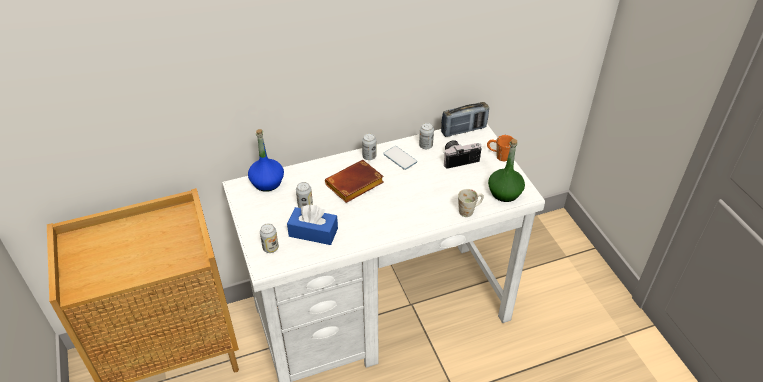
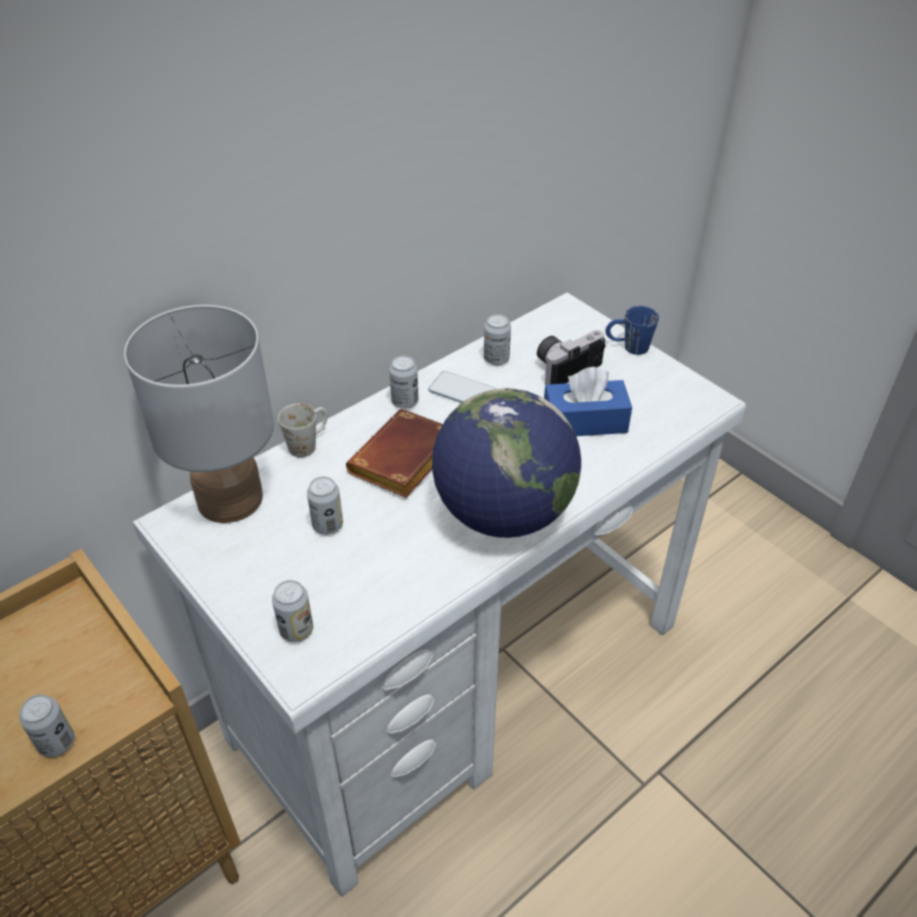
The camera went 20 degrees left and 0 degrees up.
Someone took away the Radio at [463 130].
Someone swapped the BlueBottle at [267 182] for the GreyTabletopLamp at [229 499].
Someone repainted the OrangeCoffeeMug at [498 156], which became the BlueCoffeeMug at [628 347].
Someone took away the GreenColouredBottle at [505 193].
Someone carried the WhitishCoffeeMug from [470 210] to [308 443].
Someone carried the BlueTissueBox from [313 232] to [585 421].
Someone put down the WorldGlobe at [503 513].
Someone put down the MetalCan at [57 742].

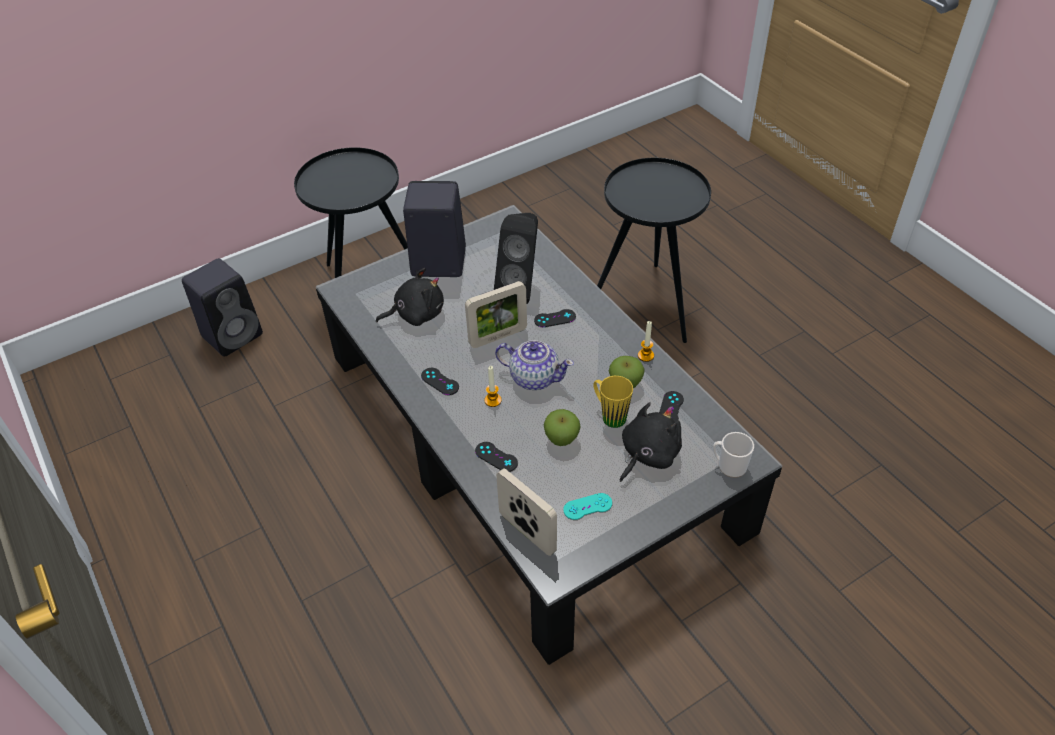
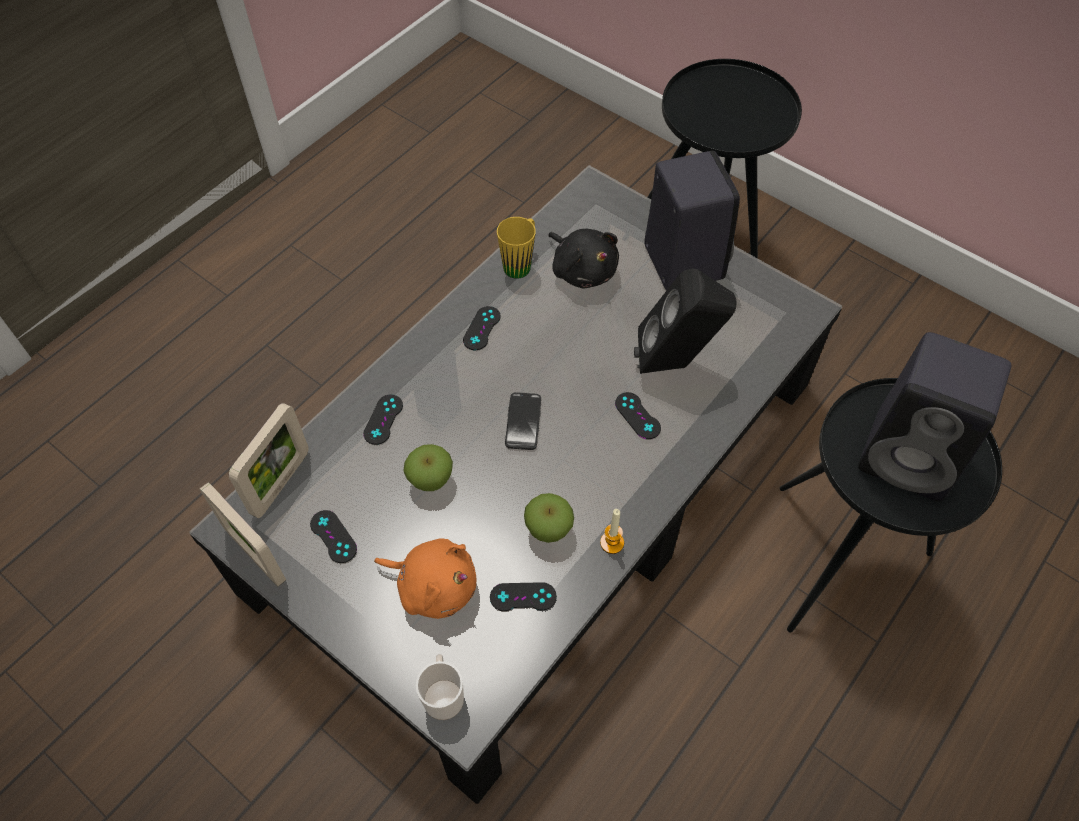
The camera went 70 degrees right and 10 degrees up.
Someone carried the BlackAudioSpeaker from [234 334] to [912 457].
Someone carried the StandingFrame from [498 337] to [255 555].
Someone swapped the PotForTea at [534 377] for the Telephone at [523 422].
Someone took away the WaxCandle at [493 400].
Someone carried the YellowColouredCoffeeMug from [609 415] to [520 263].
Someone repainted the BlackSoftToy at [647 454], which became the OrangeSoftToy at [433 586].
Someone repainted the TurquoiseColouredGamepad at [587 506], which became the BlackGamepad at [333 536].

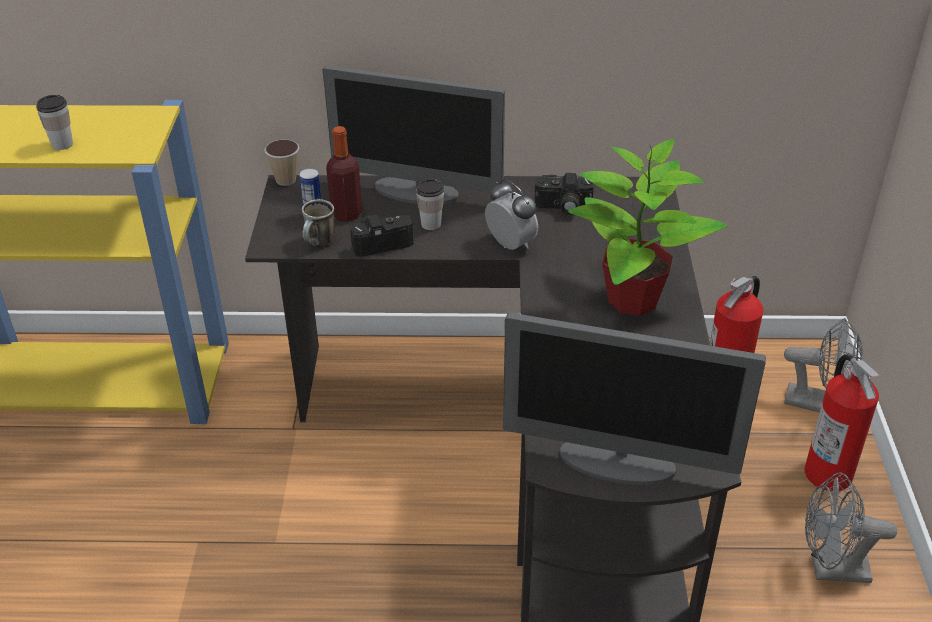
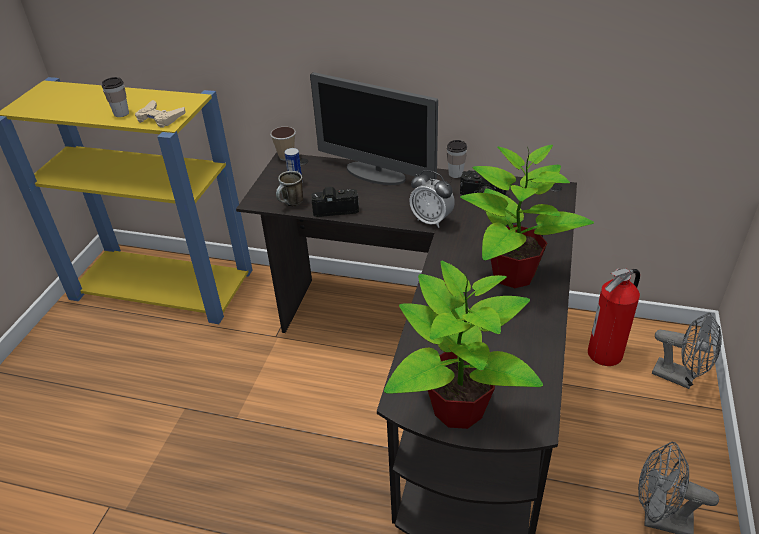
The camera went 15 degrees right and 0 degrees up.
Someone took away the Bottle at [346 214].
Someone carried the DrinkingCup from [431 224] to [455 174].
Someone rotated the BedsideClock at [510 244] by 150 degrees clockwise.
Someone swapped the ComputerDisplay at [618 462] for the Houseplant at [456 408].
Someone took away the FireExtinguisher at [828 473].
Someone put down the SandColouredGamepad at [160 118].

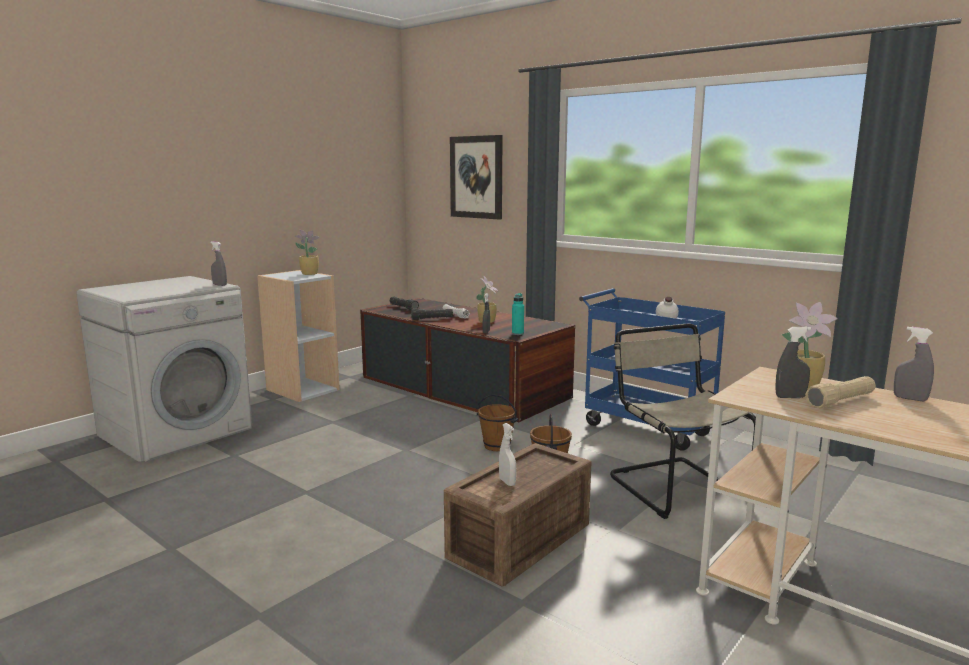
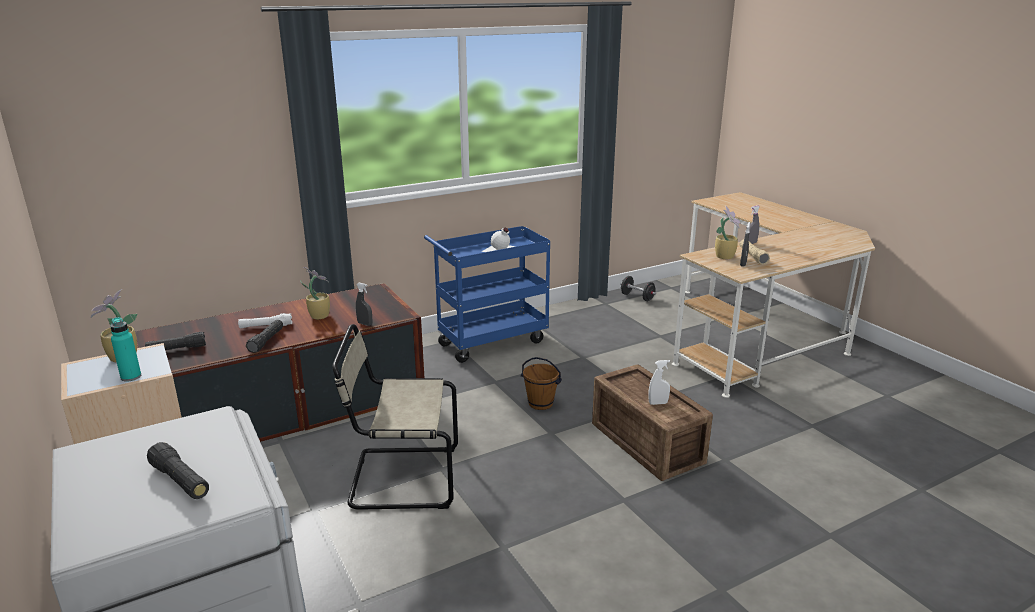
The camera went 70 degrees left and 10 degrees up.
Someone took away the Picture at [476 177].
Someone took away the GreySprayBottle at [219 285].
Someone carried the TurquoiseColouredBottle from [517 333] to [131 377].
Someone carried the SandColouredUprightChair from [673 486] to [400 478].
Someone took away the BrownBucket at [497 446].
Someone put down the BlackDumbbell at [637 297].
Someone put down the BlackTorch at [180 481].

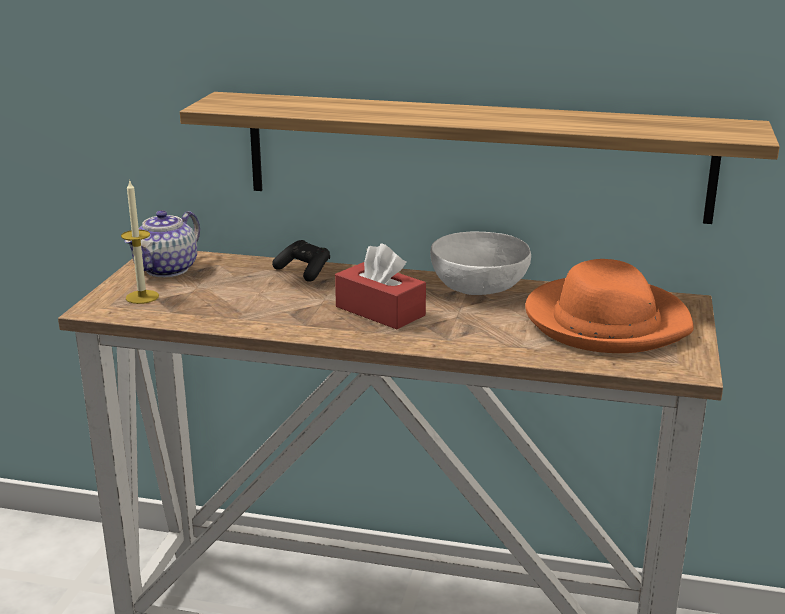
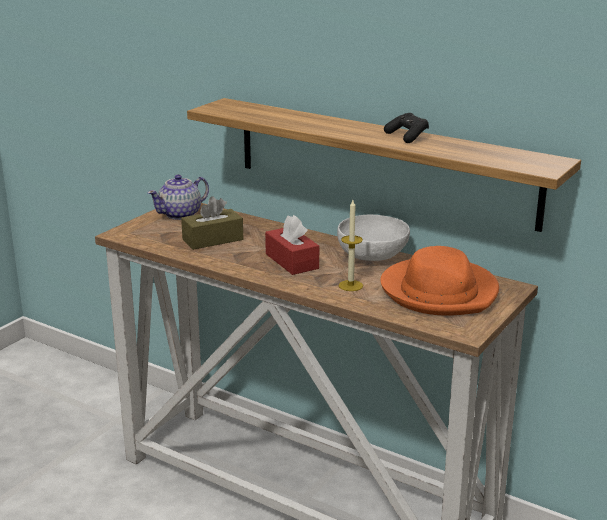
The camera went 20 degrees right and 0 degrees up.
Someone carried the WaxCandle from [142 297] to [350 285].
Someone carried the BlackGamepad from [304 271] to [407 136].
Someone put down the BrownTissueBox at [213 239].

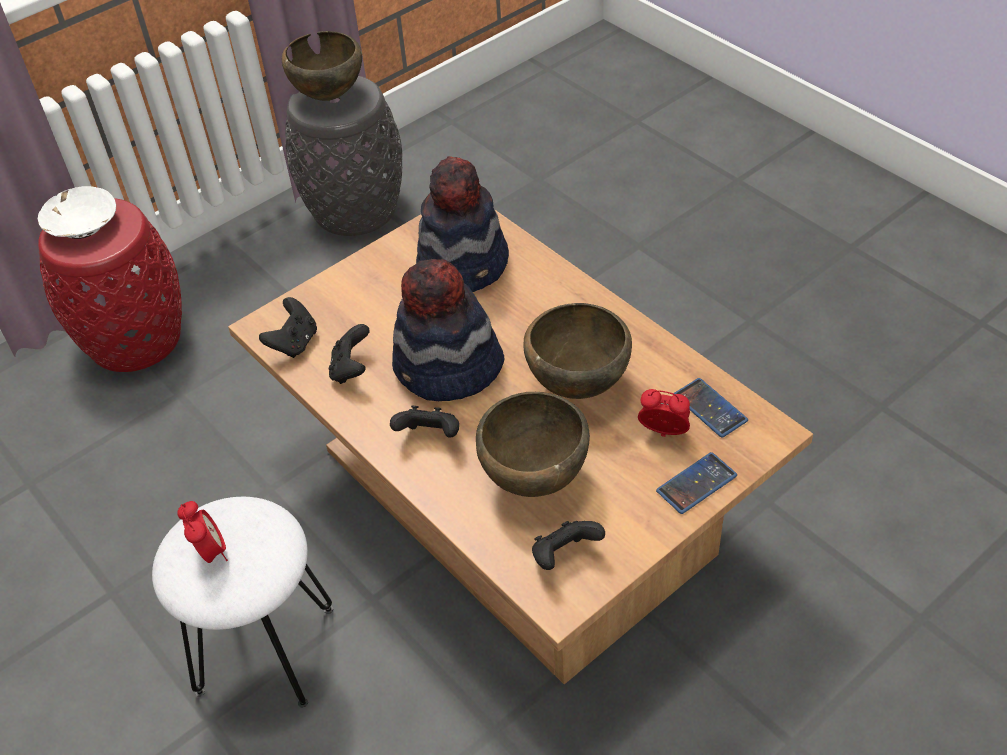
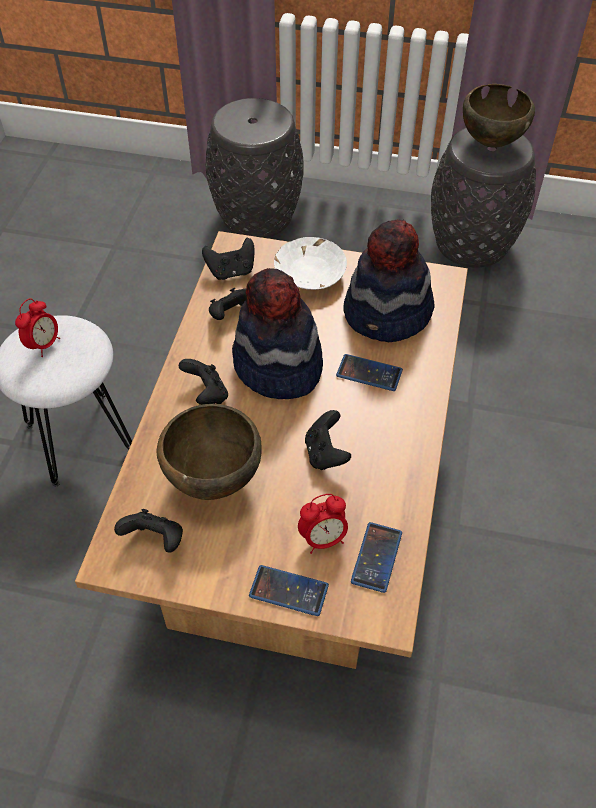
The camera went 50 degrees right and 5 degrees up.
Someone carried the WhitishBowl from [81 225] to [309 274].
Someone repainted the RedStoolSeat at [135 339], which became the GreyStoolSeat at [257 216].
Someone swapped the BrownBowl at [576 386] for the BlackGamepad at [325 453].
Someone rotated the BedsideClock at [663 434] by 90 degrees clockwise.
Someone put down the Telephone at [369 373].

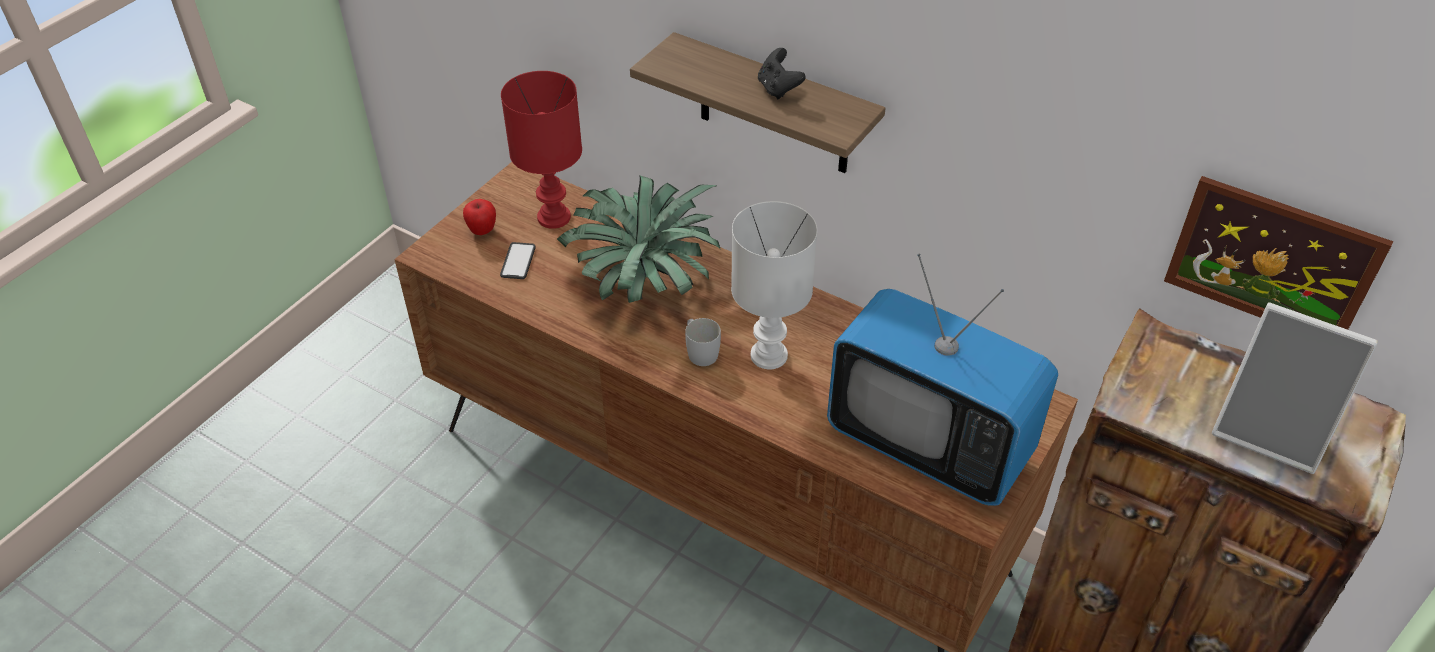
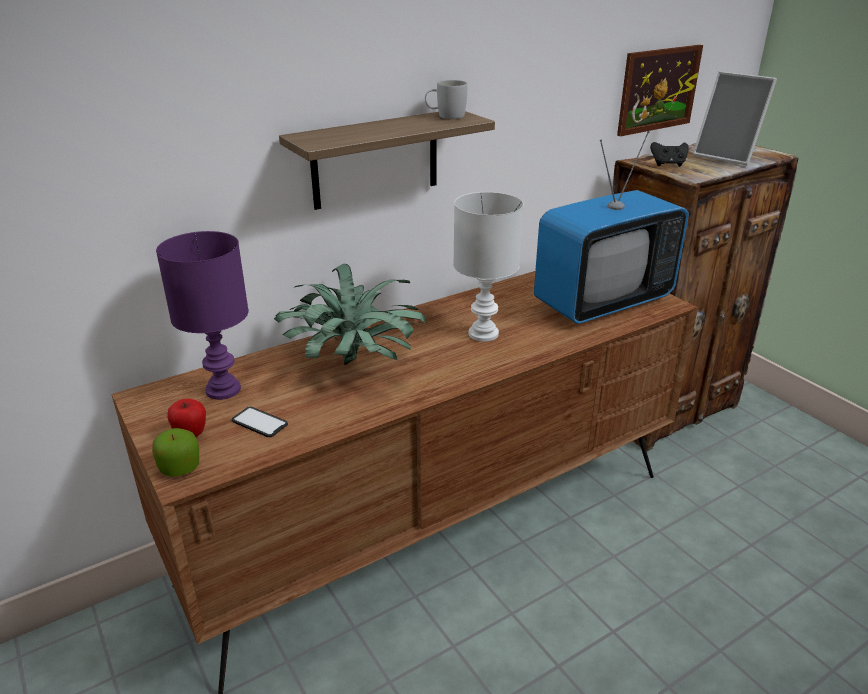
The camera went 65 degrees left and 15 degrees down.
Someone carried the BlackGamepad from [778 89] to [667 165].
Someone repainted the RedTabletopLamp at [553 216], which became the PurplishTabletopLamp at [222 390].
Someone rotated the StandingFrame at [1271 431] by 75 degrees clockwise.
Someone carried the WhitishCoffeeMug from [700 351] to [445 116].
Someone put down the AppleFruit at [180 467].

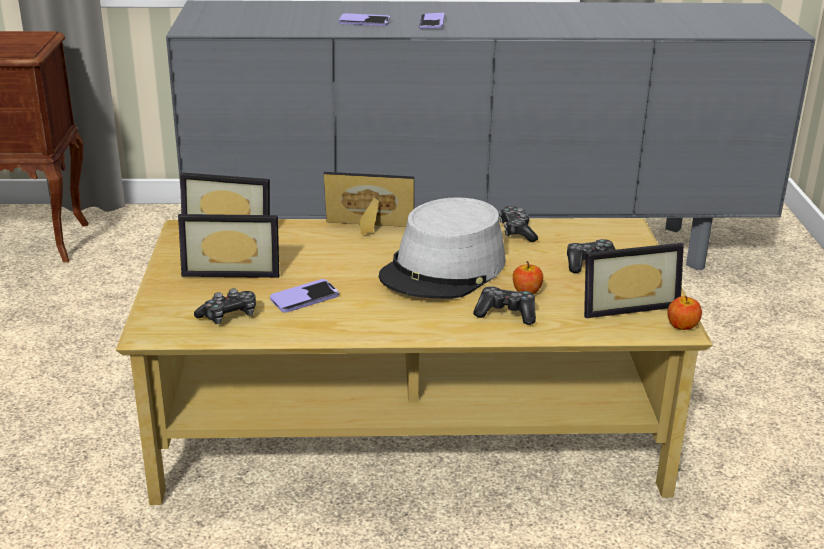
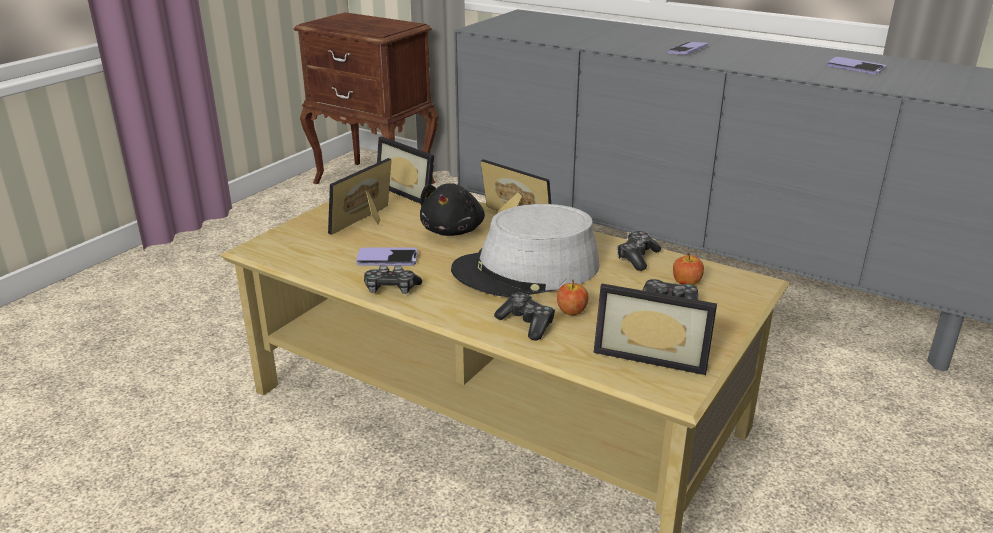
The camera went 35 degrees right and 0 degrees up.
Someone carried the Telephone from [364 22] to [855 67].
Someone rotated the StandingFrame at [232 269] by 90 degrees clockwise.
Someone carried the Gamepad from [229 316] to [391 289].
Someone carried the AppleFruit from [682 326] to [686 282].
Someone put down the BlackSoftToy at [453 230].

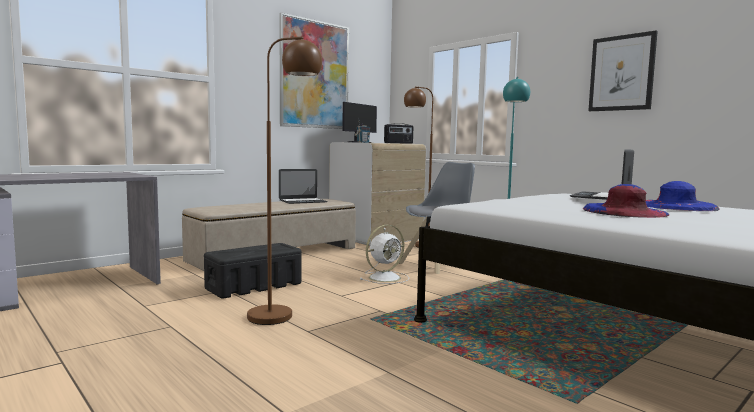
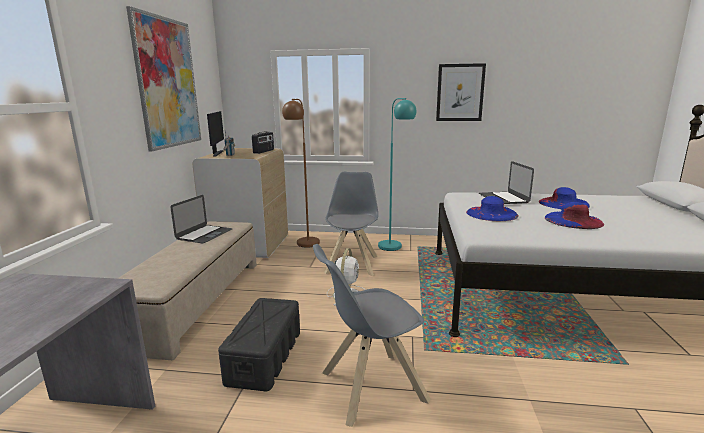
The camera went 40 degrees left and 10 degrees up.
Someone swapped the BrownFloorLamp at [282 319] for the GreyUprightChair at [370 387].
Someone put down the BlueClothingHat at [491 213].

